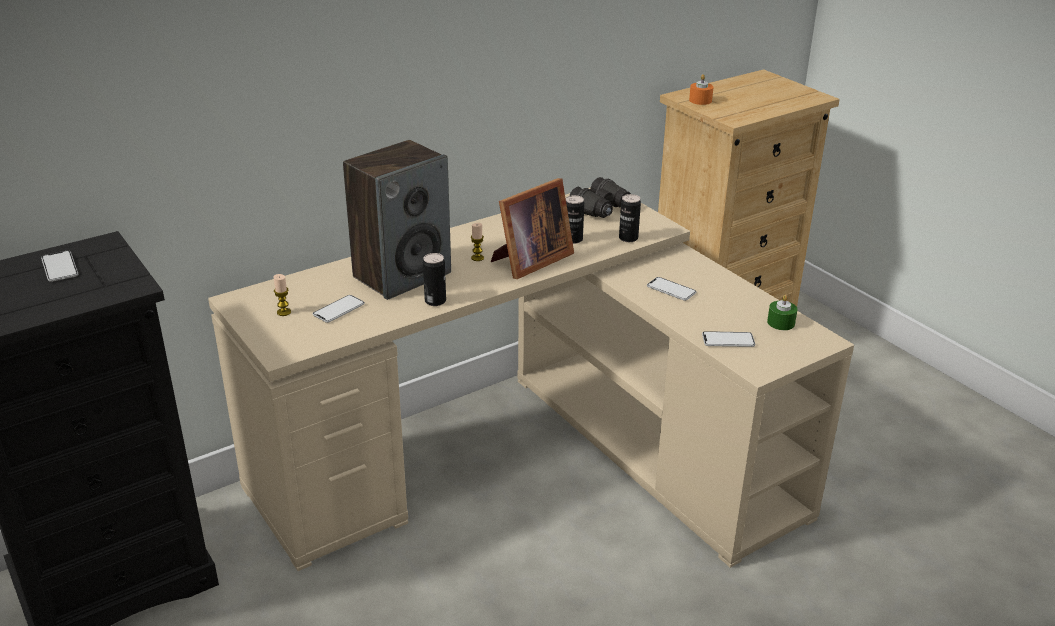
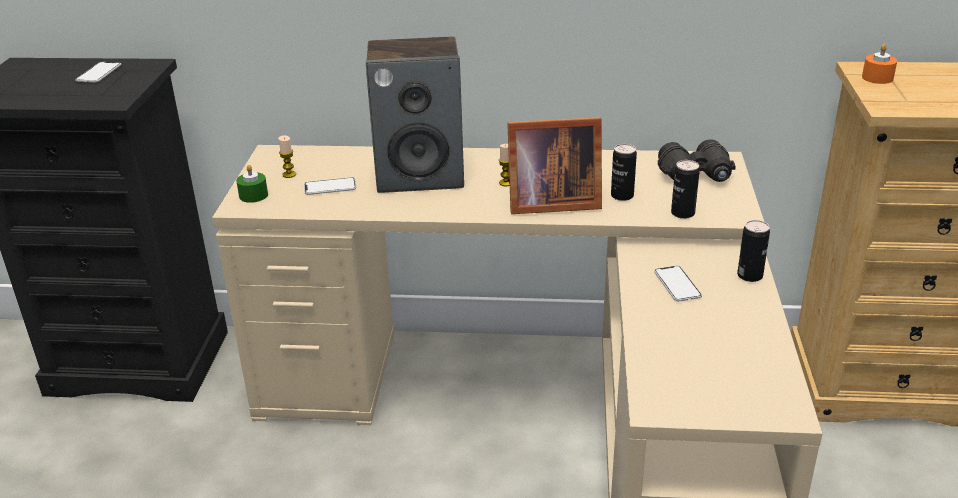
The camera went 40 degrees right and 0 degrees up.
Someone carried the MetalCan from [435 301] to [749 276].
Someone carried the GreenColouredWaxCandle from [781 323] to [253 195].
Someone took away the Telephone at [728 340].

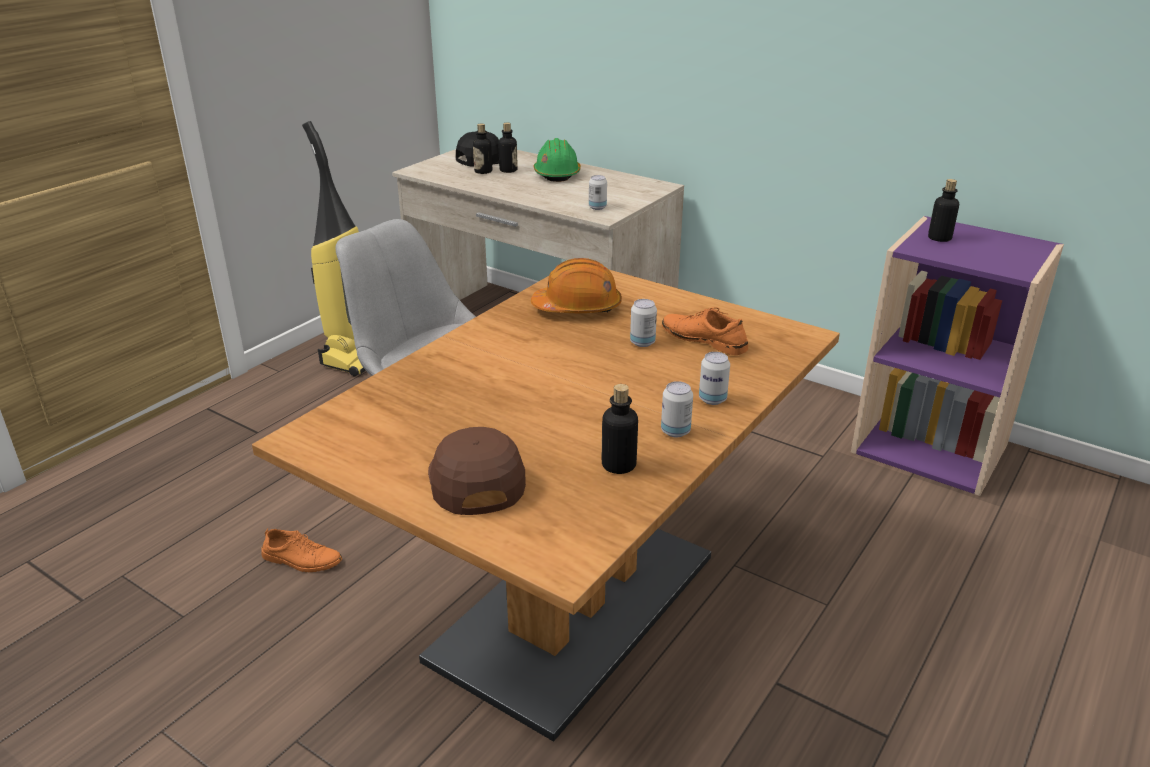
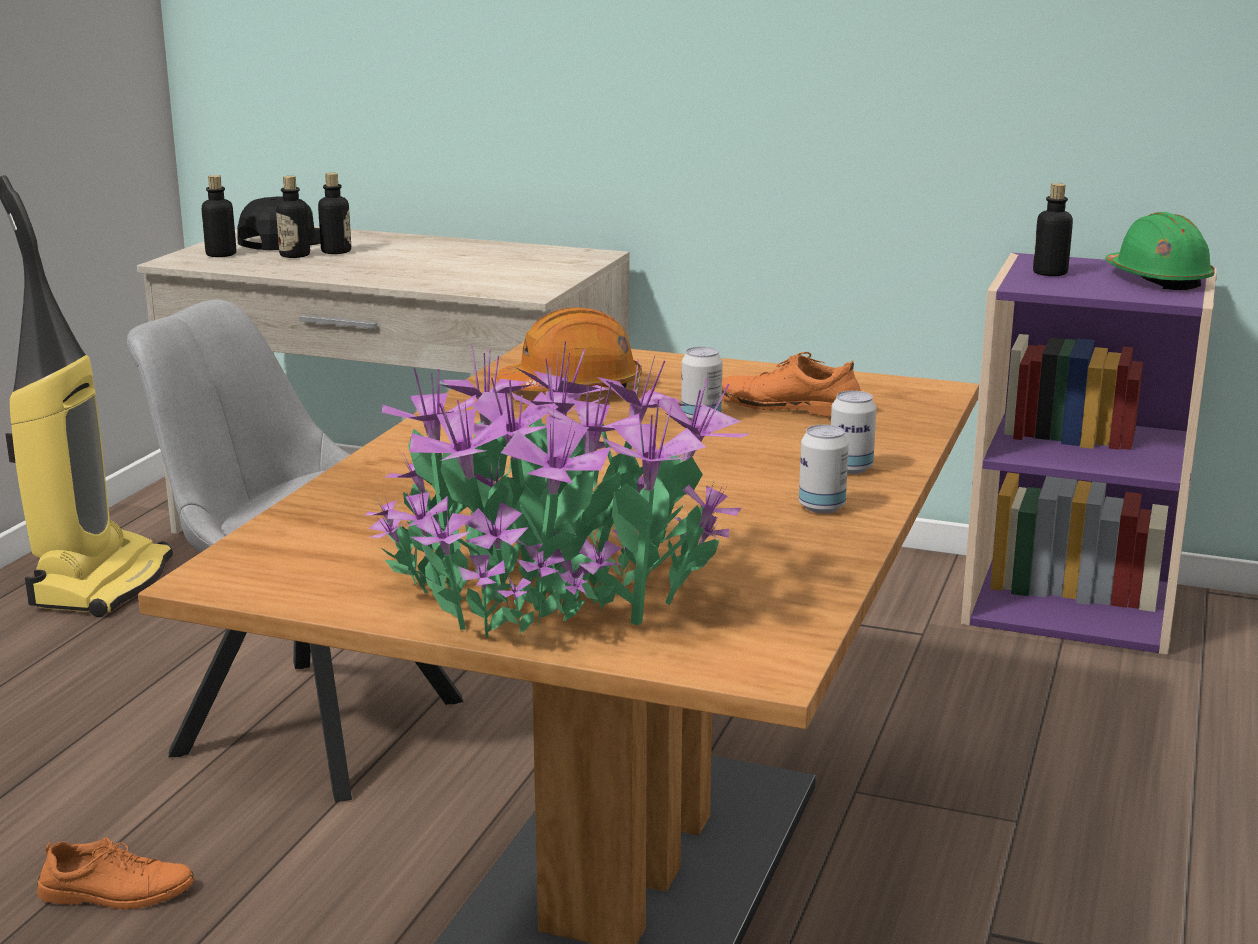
The camera went 15 degrees left and 10 degrees down.
Someone carried the GreenColouredWorkHelmet from [557 174] to [1157 279].
Someone took away the MetalCan at [597 207].
Someone carried the Bottle from [618 465] to [221 254].
Someone swapped the BrownBaseballCap at [475 479] for the Houseplant at [553 591].

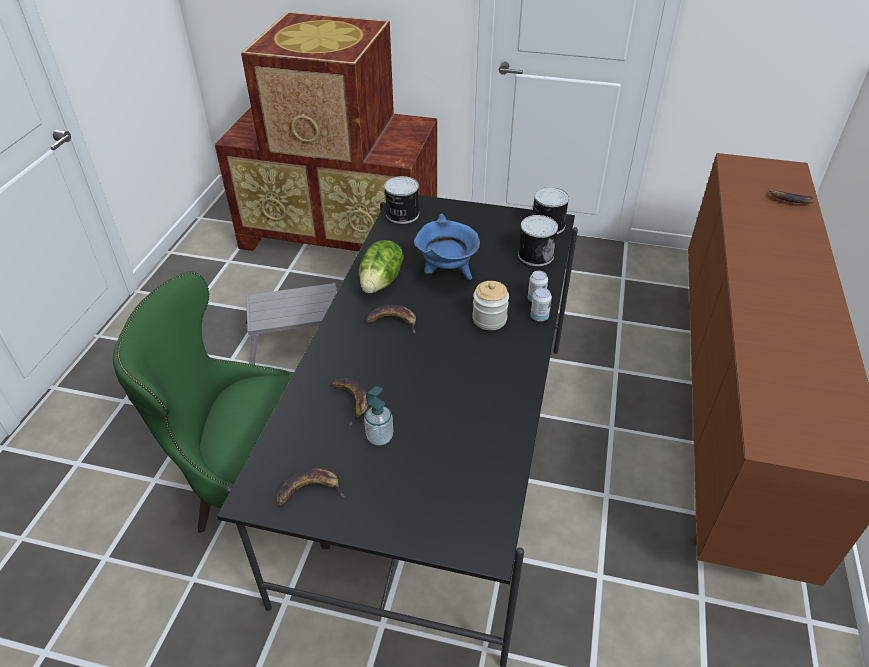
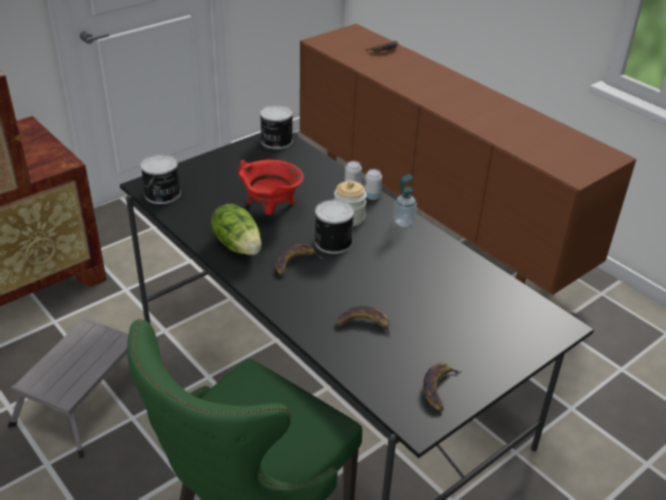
The camera went 55 degrees left and 5 degrees down.
Someone repainted the BlueStockpot at [447 273], which became the RedStockpot at [271 210].
Someone carried the MetalCan from [535 254] to [332 241].
Someone carried the SoapBottle from [380 437] to [403 222].

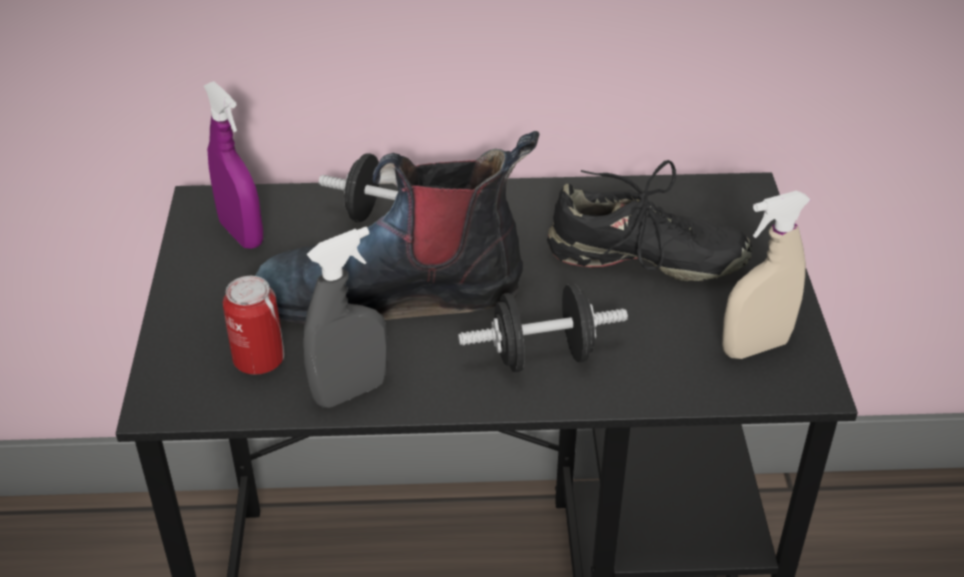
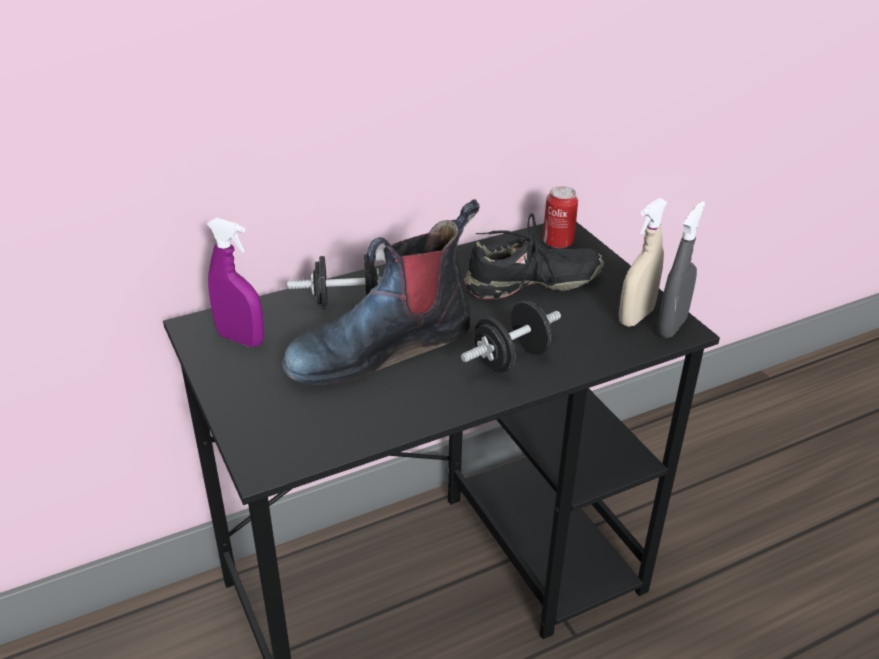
The camera went 25 degrees left and 5 degrees down.
Someone carried the GreySprayBottle from [350 391] to [671 326].
Someone carried the MetalCan from [259 360] to [557 242].

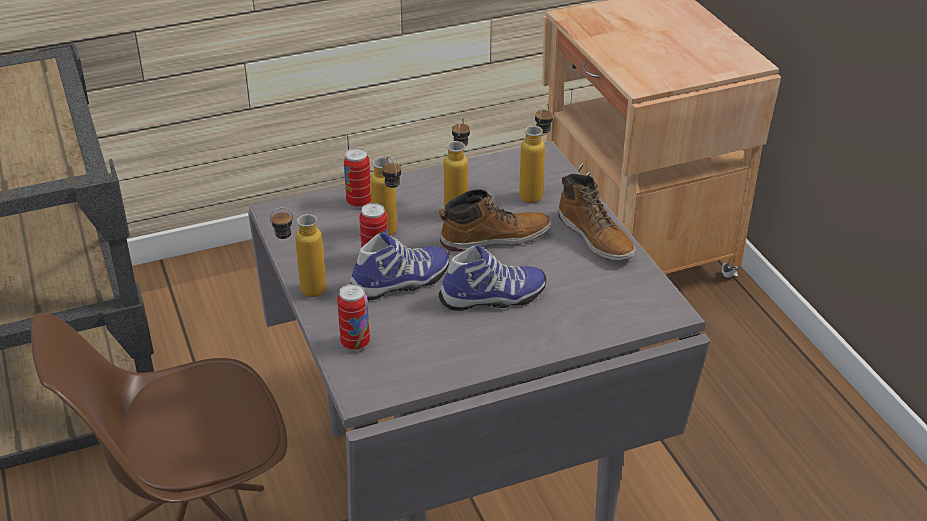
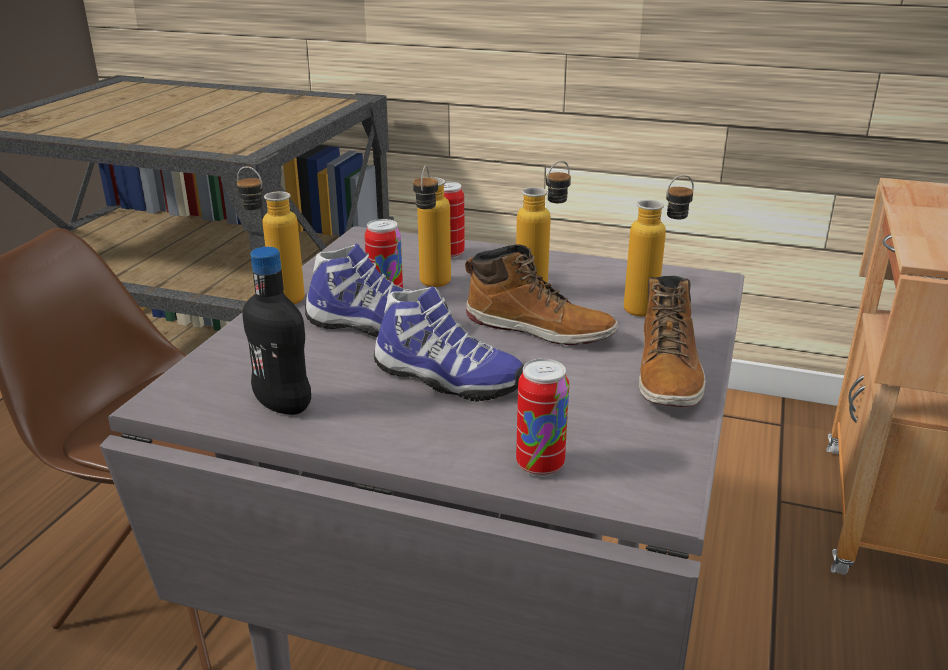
The camera went 40 degrees right and 10 degrees down.
Someone carried the MetalCan from [355 343] to [540 465].
Someone put down the BlackBottle at [283 405].

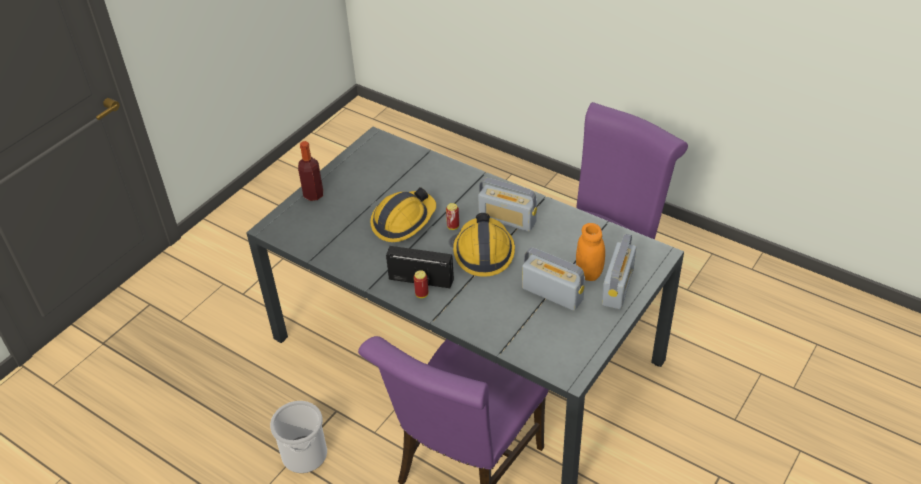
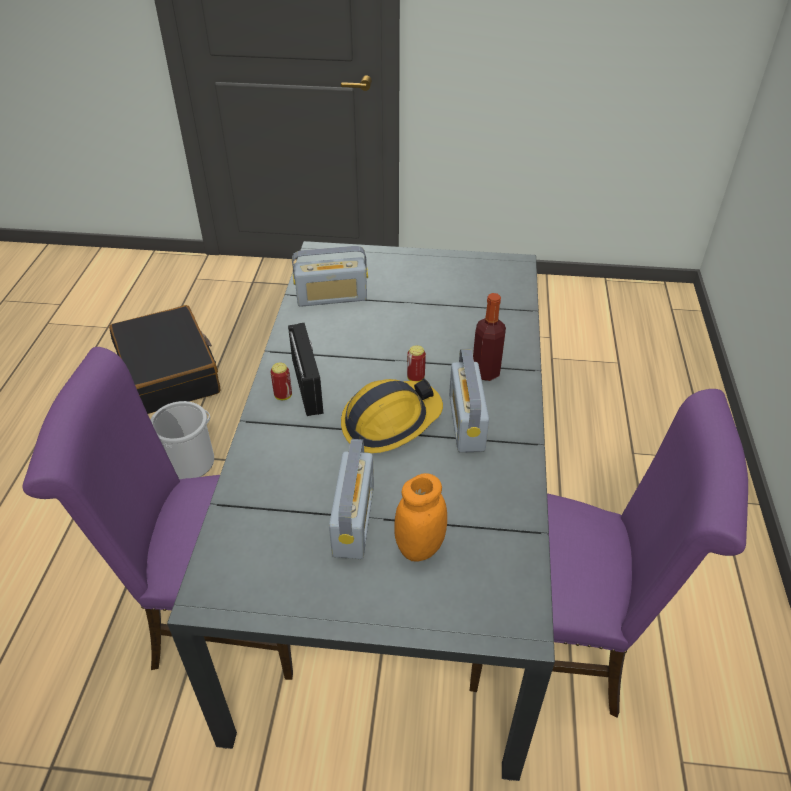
The camera went 60 degrees right and 0 degrees up.
Someone carried the Bottle from [313 195] to [486 372].
Someone took away the WorkHelmet at [403 221].
Someone carried the Radio from [617 286] to [332 297].
Someone put down the BlackTravelCase at [169 373].

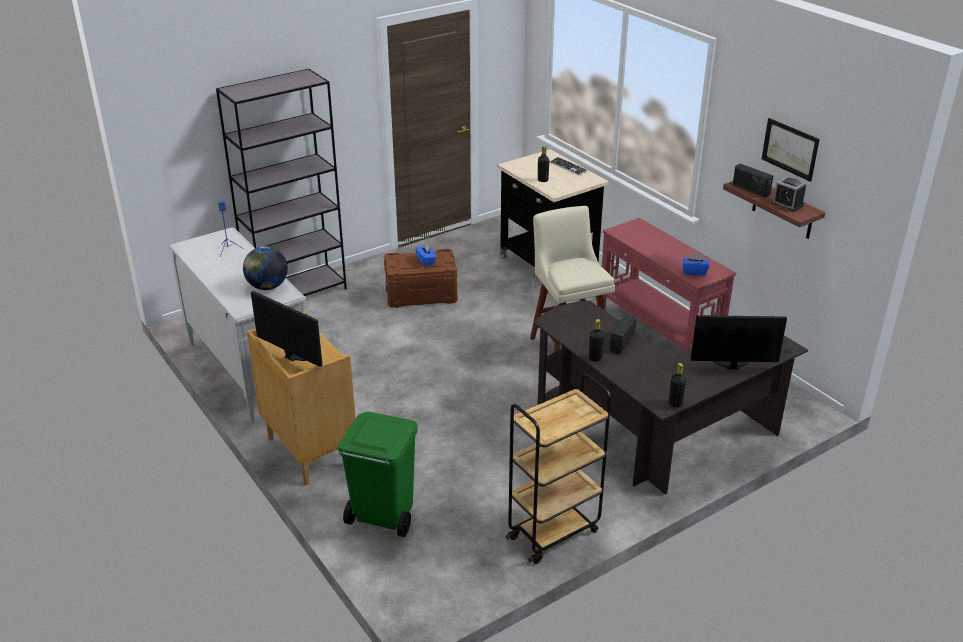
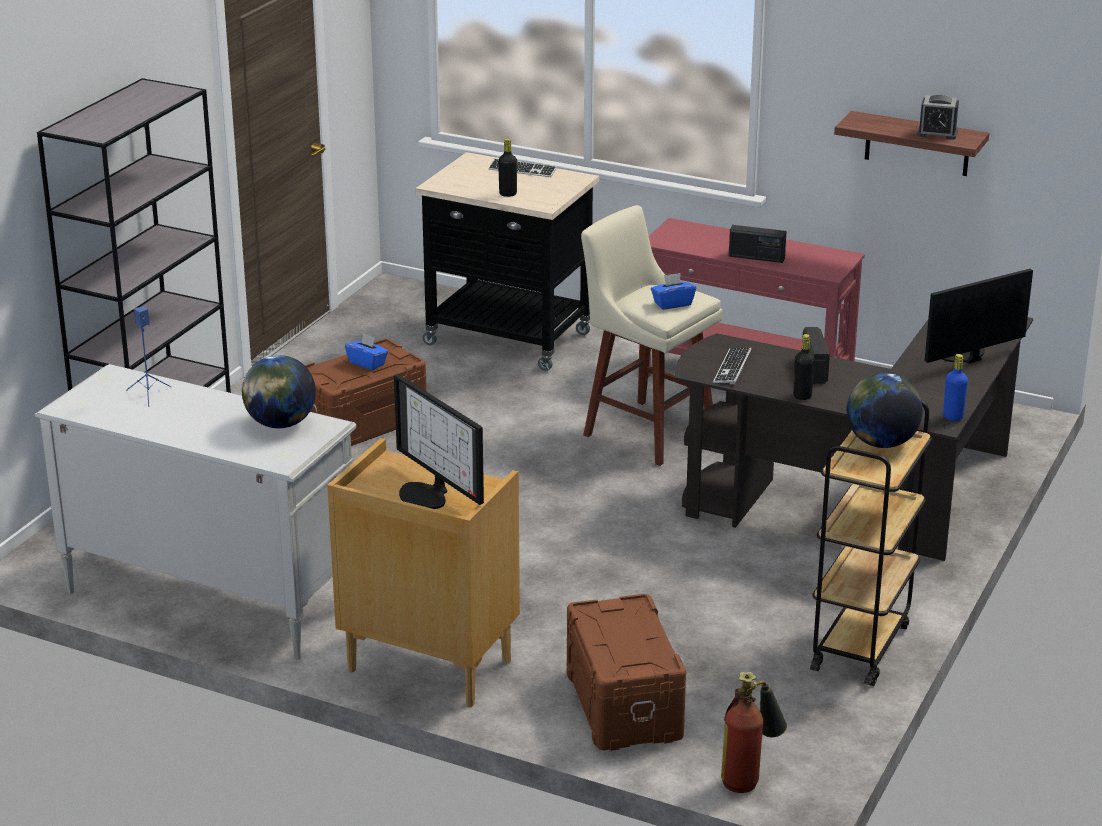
The camera went 30 degrees left and 5 degrees down.
Someone took away the Picture at [790 149].
Someone carried the Radio from [751 190] to [756 257].
Someone carried the BlueTissueBox from [694 272] to [672 304].
Someone rotated the ComputerDisplay at [296 354] by 135 degrees counterclockwise.
Someone repainted the BlackBottle at [675 403], which became the BlueBottle at [953 417].
Someone swapped the GreenColouredWasteBin at [382 516] for the BrownStorageBin at [622 705].
Someone put down the ComputerKeyboard at [732 367].
Someone put down the WorldGlobe at [881 443].
Someone put down the FireExtinguisher at [750 777].

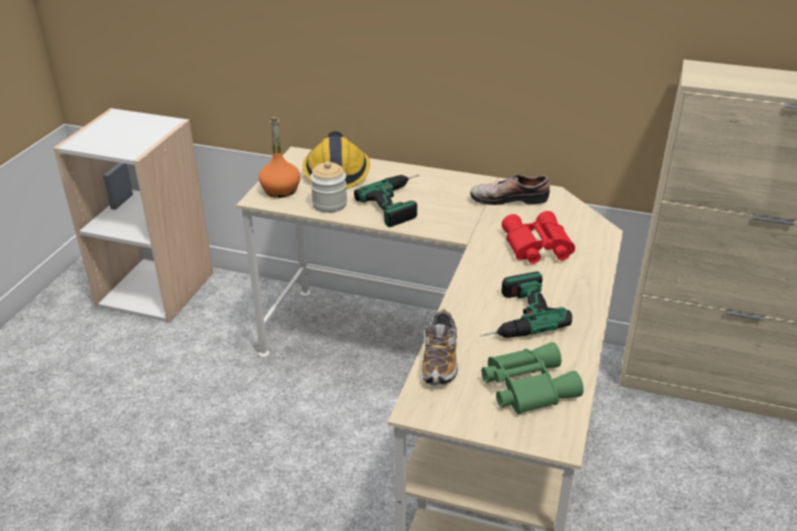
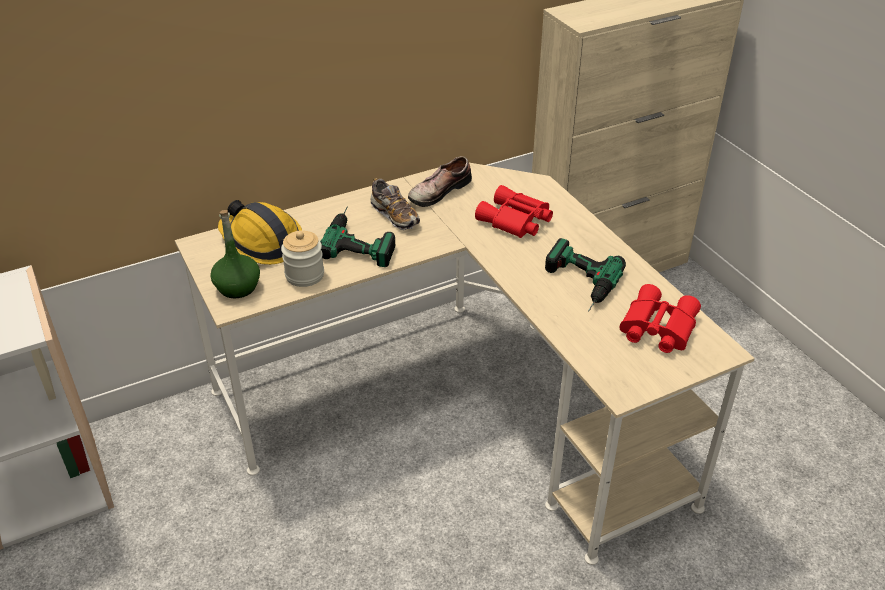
The camera went 45 degrees left and 5 degrees up.
Someone repainted the OrangeBottle at [280 190], which became the GreenColouredBottle at [237 287].
Someone carried the ItemOfFootwear from [440 362] to [395 215].
Someone repainted the GreenColouredBinoculars at [526 385], which became the RedBinoculars at [656 328].

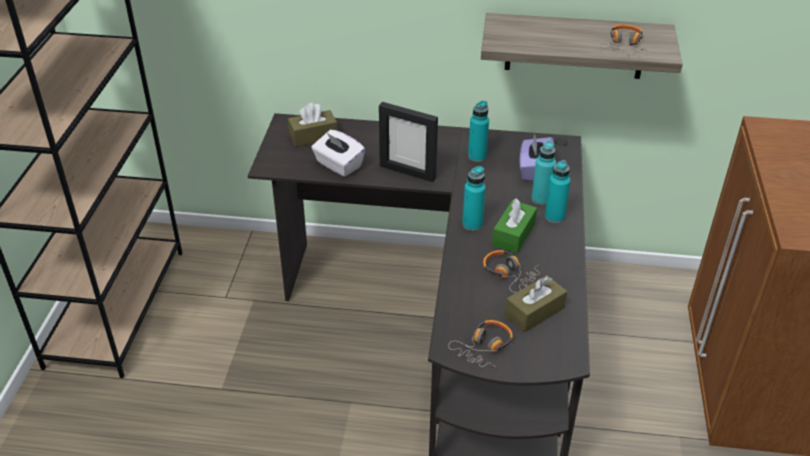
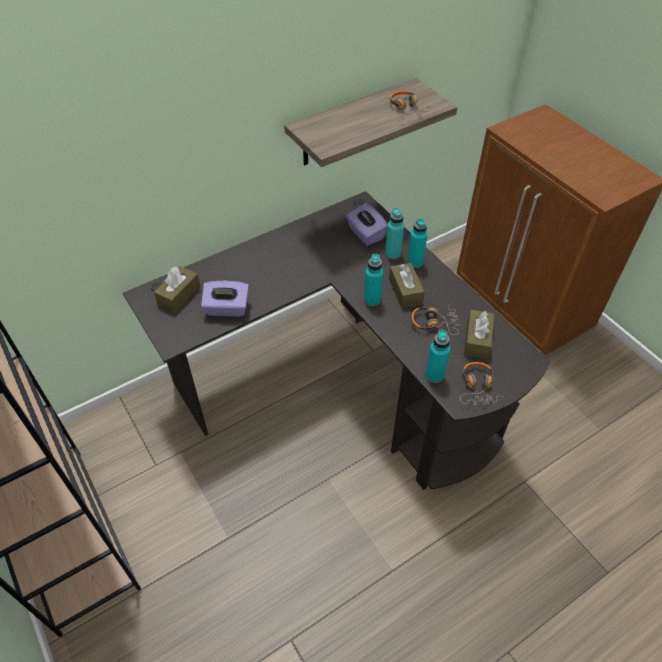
The camera went 40 degrees left and 10 degrees up.
Someone carried the TurquoiseColouredBottle from [477 156] to [434 375].
Someone took away the StandingFrame at [408 171].
Someone repainted the WhitishTissueBox at [338 165], which became the PurplishTissueBox at [227 309].
Someone repainted the GreenColouredTissueBox at [513 234], which became the BrownTissueBox at [405 291].

